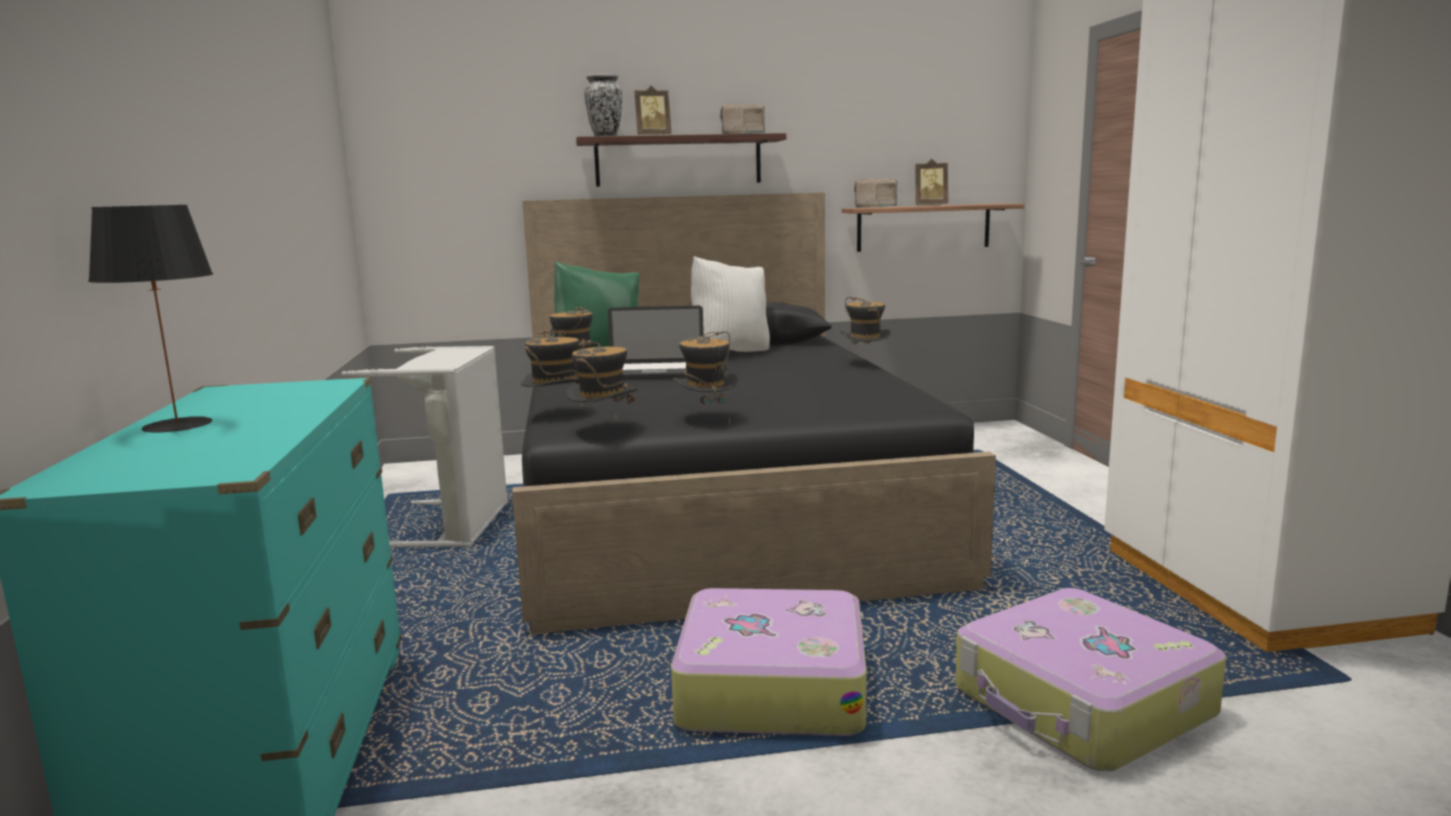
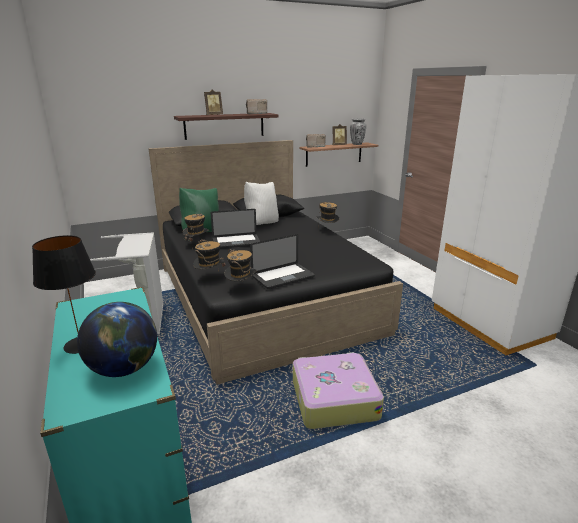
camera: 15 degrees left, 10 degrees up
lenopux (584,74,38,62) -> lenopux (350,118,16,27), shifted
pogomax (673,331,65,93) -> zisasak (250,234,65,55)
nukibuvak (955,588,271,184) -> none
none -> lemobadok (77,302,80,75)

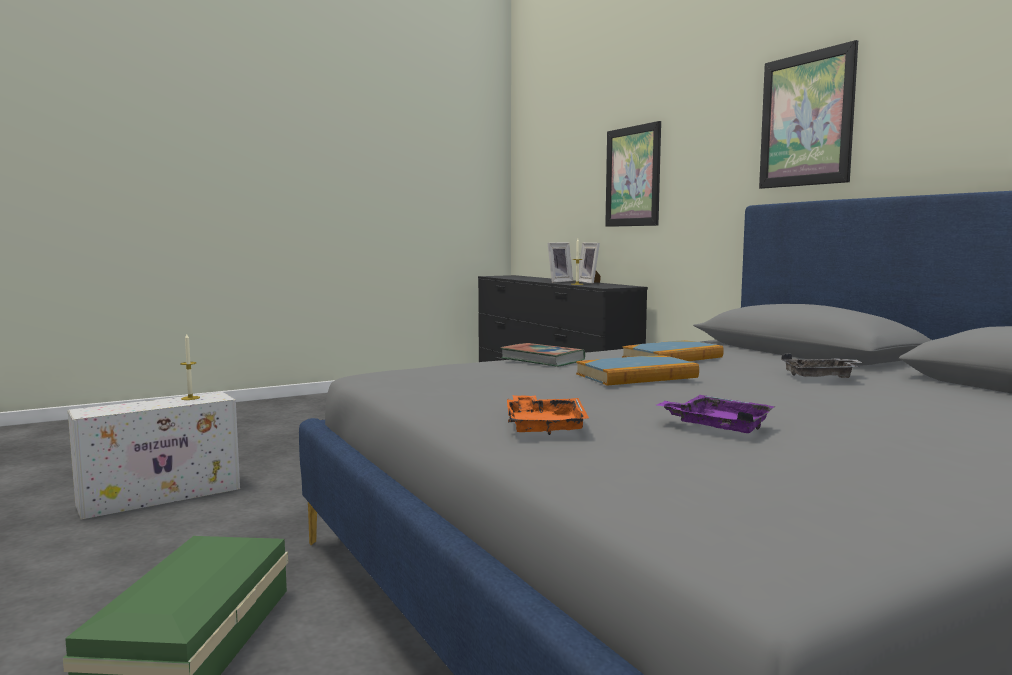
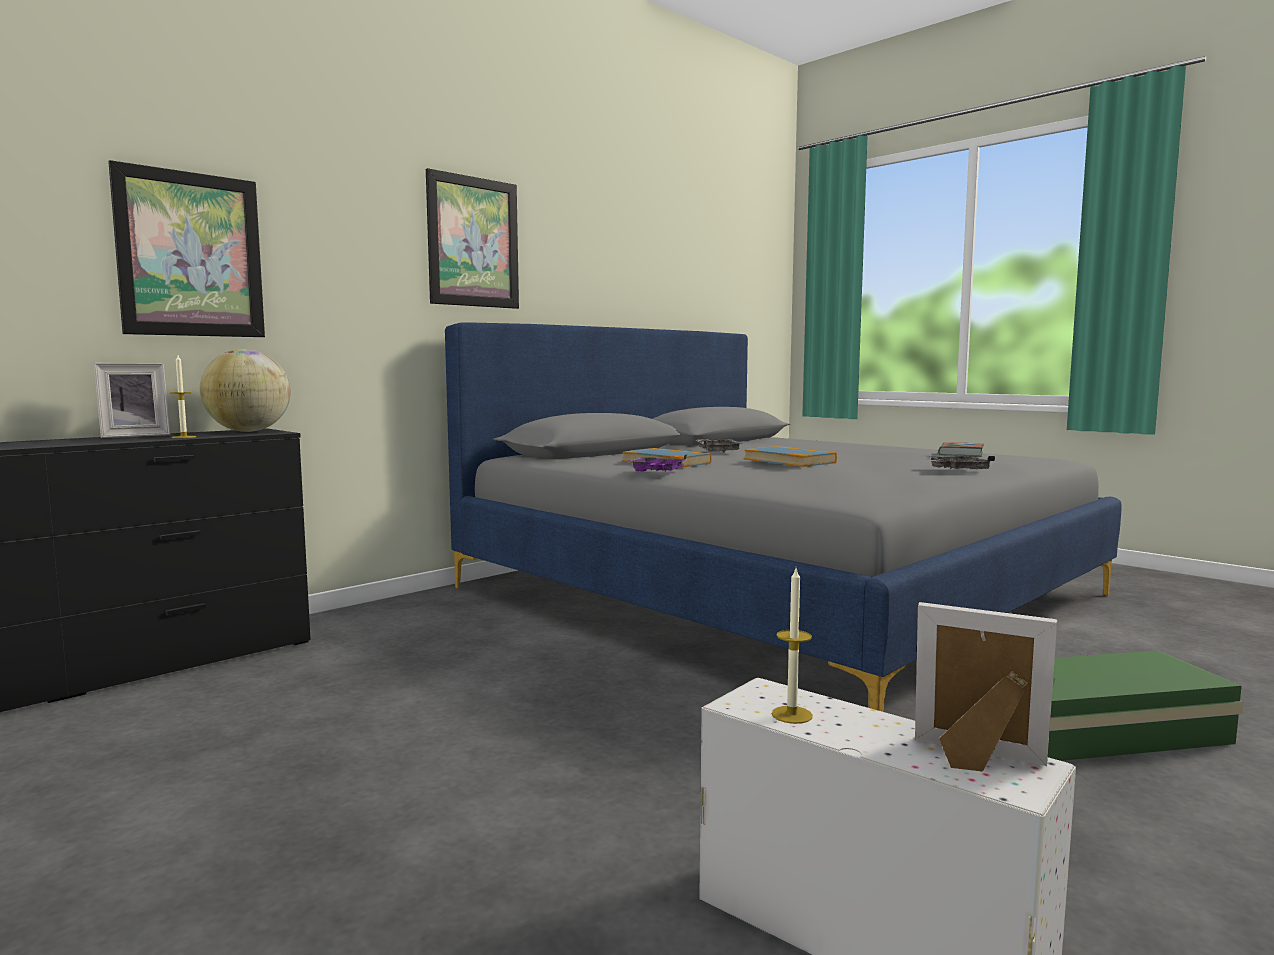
camera: 105 degrees left, 0 degrees up
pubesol (501,343,84,24) -> pubesol (938,442,46,15), shifted
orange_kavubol (507,395,82,40) -> grey_kavubol (926,455,69,14)
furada (548,243,25,40) -> furada (915,602,142,170), shifted
purple_kavubol (657,395,119,38) -> purple_kavubol (628,455,59,16), shifted
none -> lemobadok (200,349,91,83)

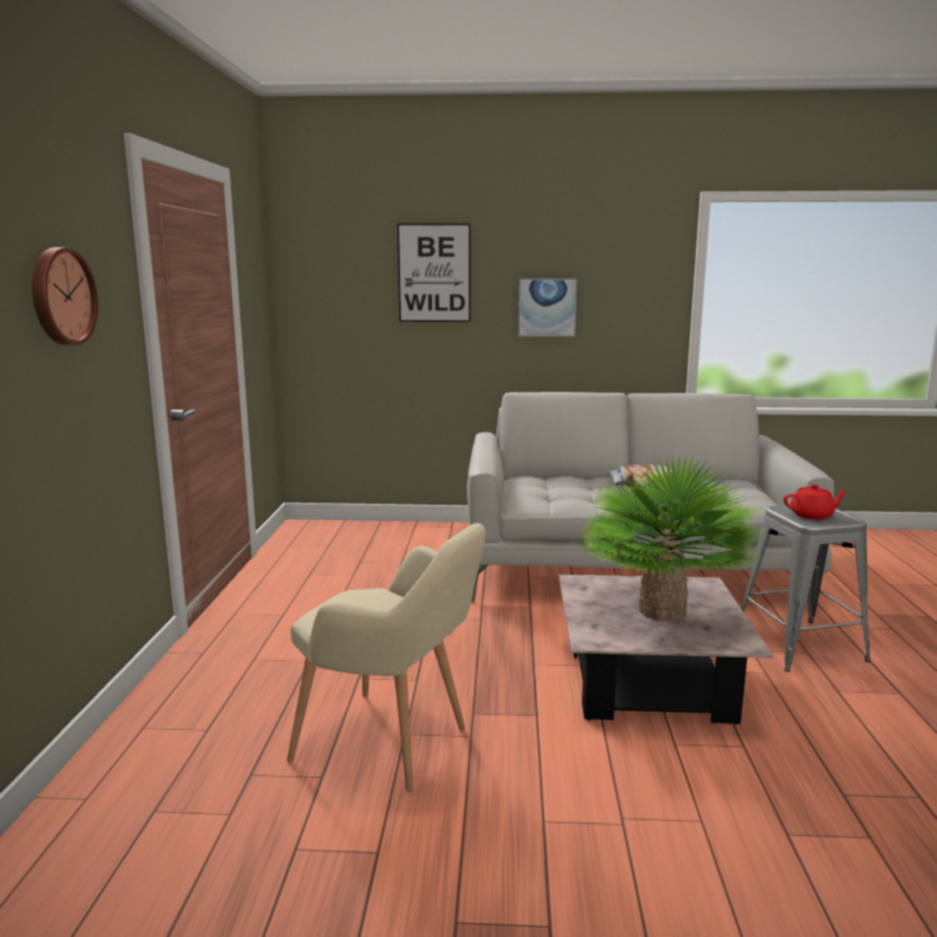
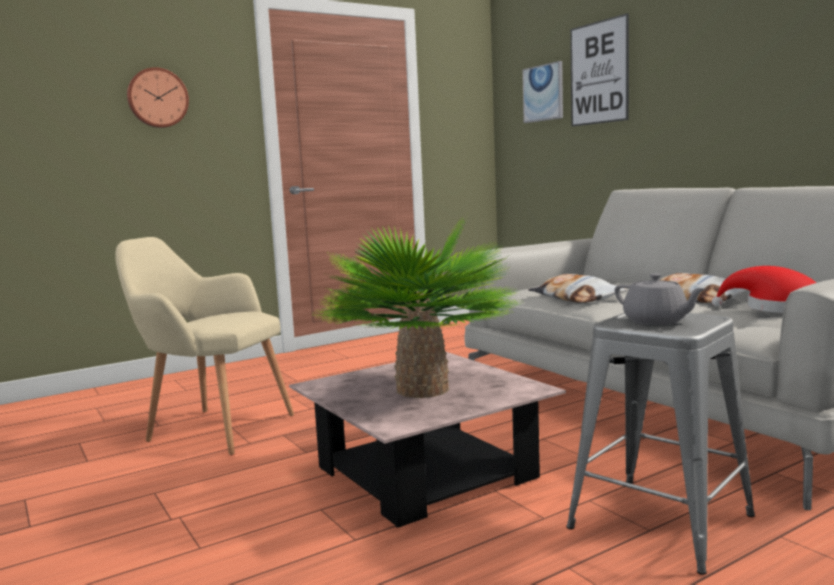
camera: 55 degrees right, 5 degrees down
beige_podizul (287,523,199,269) -> beige_podizul (115,237,179,218), 120 degrees clockwise
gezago (518,279,59,58) -> gezago (522,61,41,62), shifted
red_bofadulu (783,484,65,36) -> grey_bofadulu (614,273,92,52)
none -> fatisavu (528,274,99,28)
none -> red_pogomax (712,266,104,47)

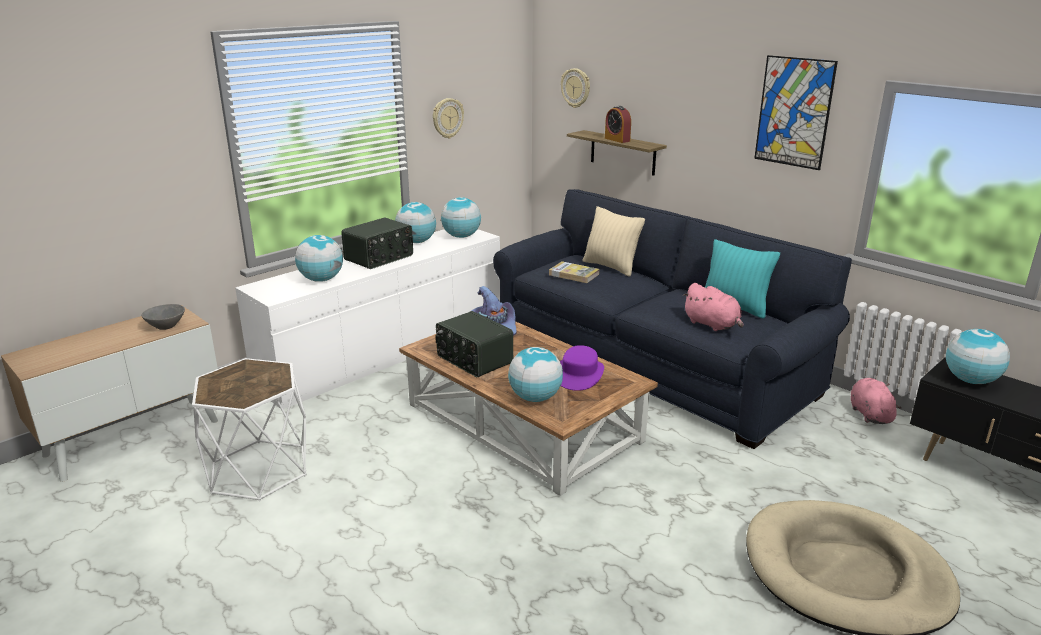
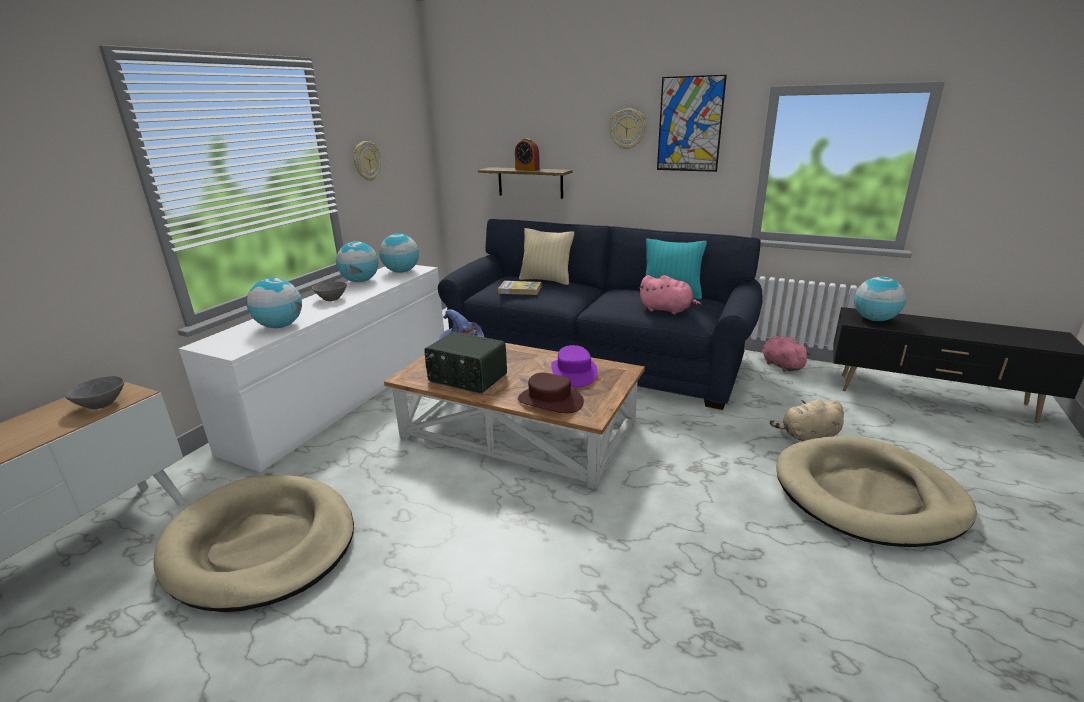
camera: 20 degrees left, 0 degrees up
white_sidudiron (192,358,114,143) -> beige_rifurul (153,475,201,137)
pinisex (341,218,72,51) -> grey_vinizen (312,281,35,20)
lemobadok (508,347,55,55) -> brown_pogomax (518,373,66,40)
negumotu (561,68,29,40) -> negumotu (609,109,37,41), shifted
none -> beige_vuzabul (770,399,74,42)

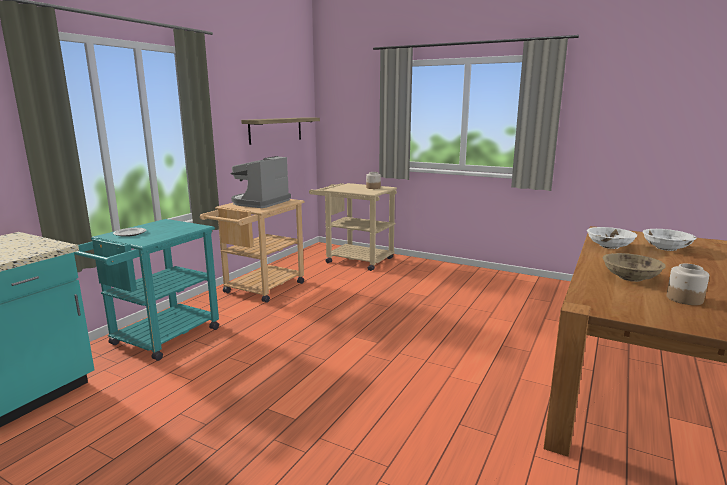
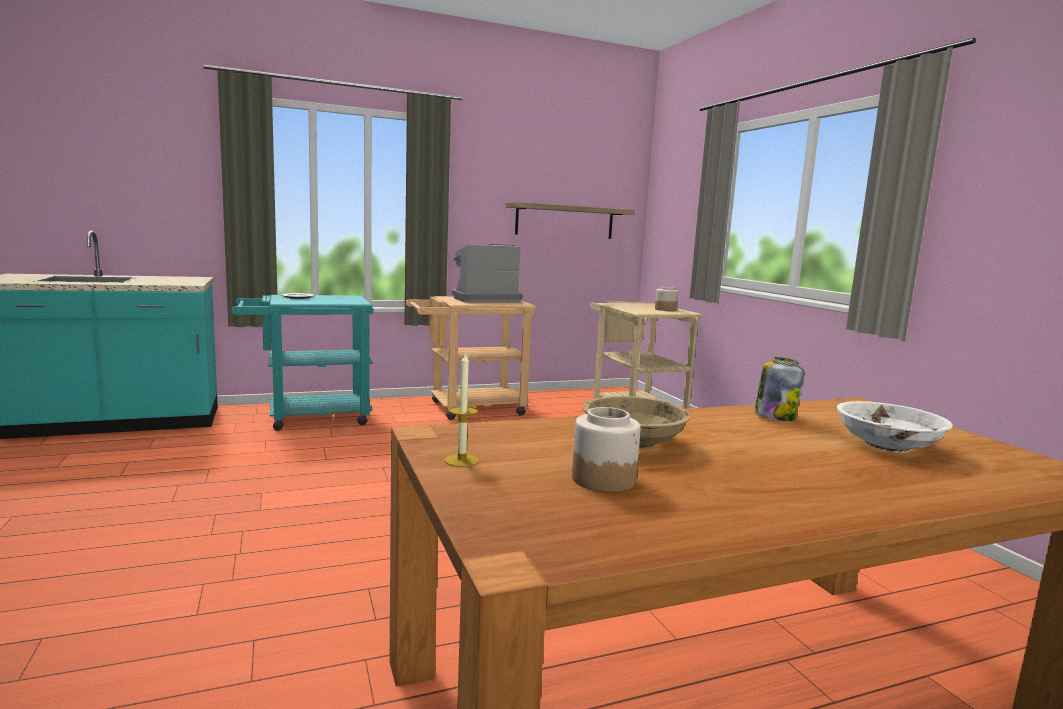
camera: 40 degrees right, 5 degrees down
white_vinizen (587,227,50,22) -> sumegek (754,357,51,64)
none -> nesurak (445,353,34,114)

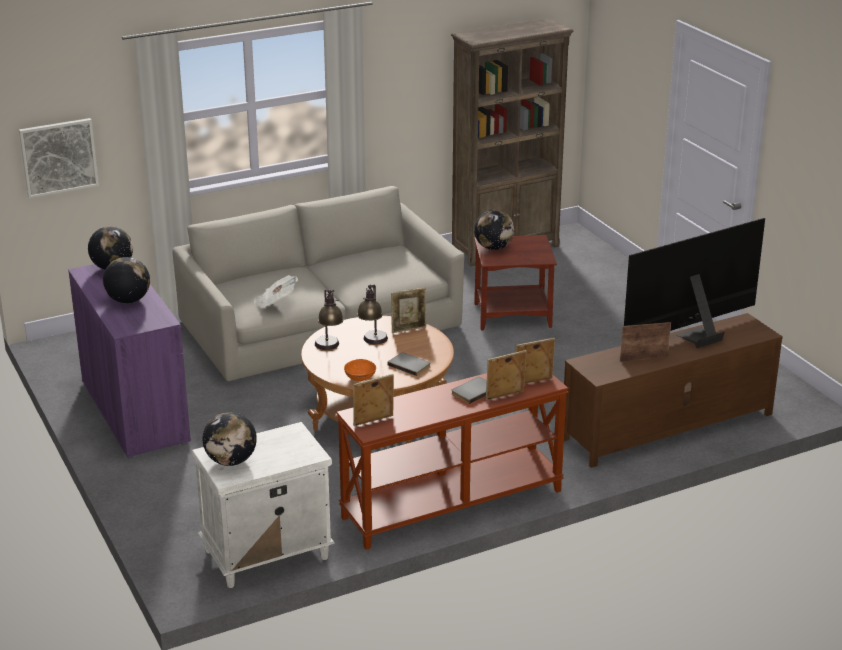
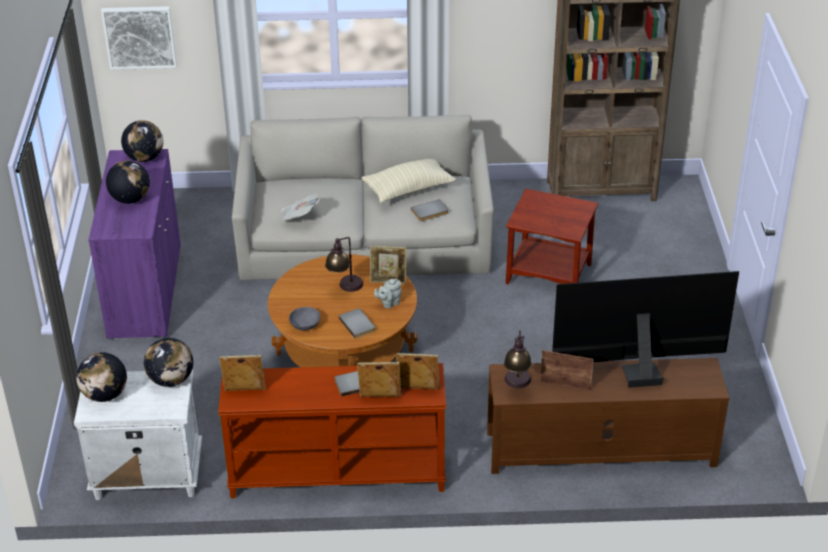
camera: 25 degrees right, 10 degrees up
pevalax (315,290,29,60) -> pevalax (504,330,28,58), shifted
orange_vinizen (344,359,32,22) -> grey_vinizen (289,307,31,24)
lemobadok (474,210,40,40) -> lemobadok (144,338,49,49), shifted
none -> beige_fatisavu (361,159,95,44)
none -> grey_bofadulu (374,278,28,30)
none -> grey_pubesol (411,199,38,22)

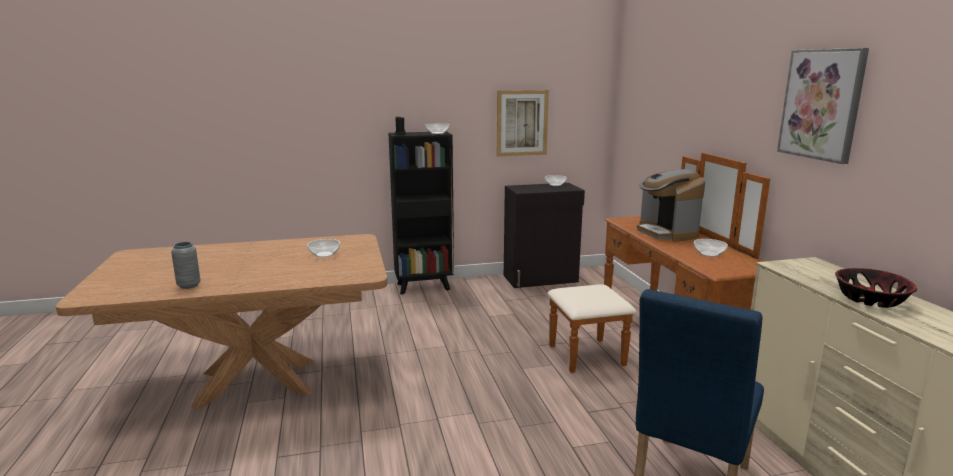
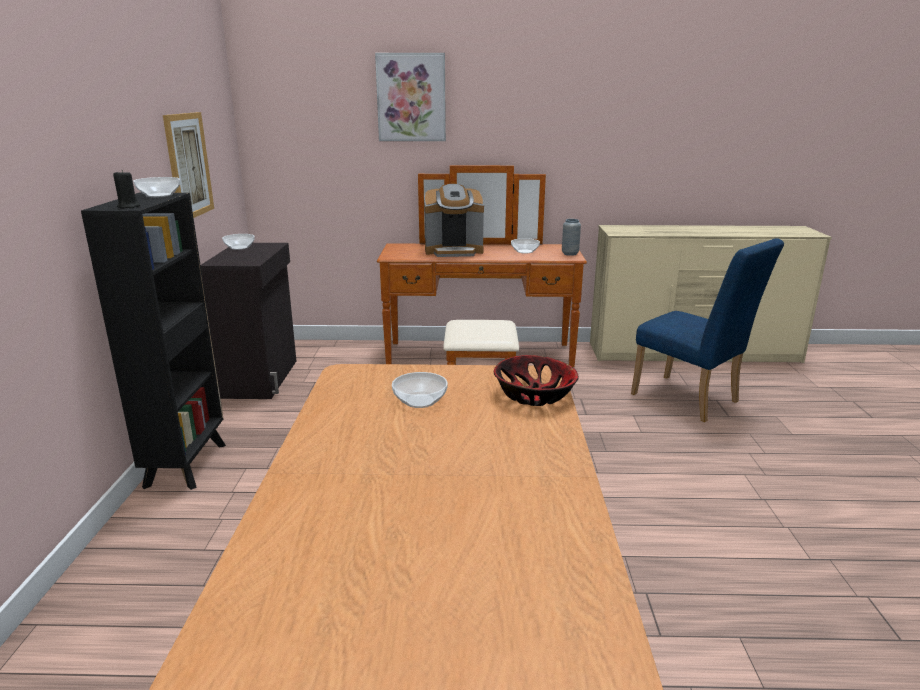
camera: 75 degrees left, 5 degrees up
grey_lenopux (171,242,30,47) -> grey_lenopux (562,219,19,37), shifted
gezago (777,48,92,116) -> gezago (375,53,71,88), shifted
vinizen (835,268,82,40) -> vinizen (494,355,85,51), shifted

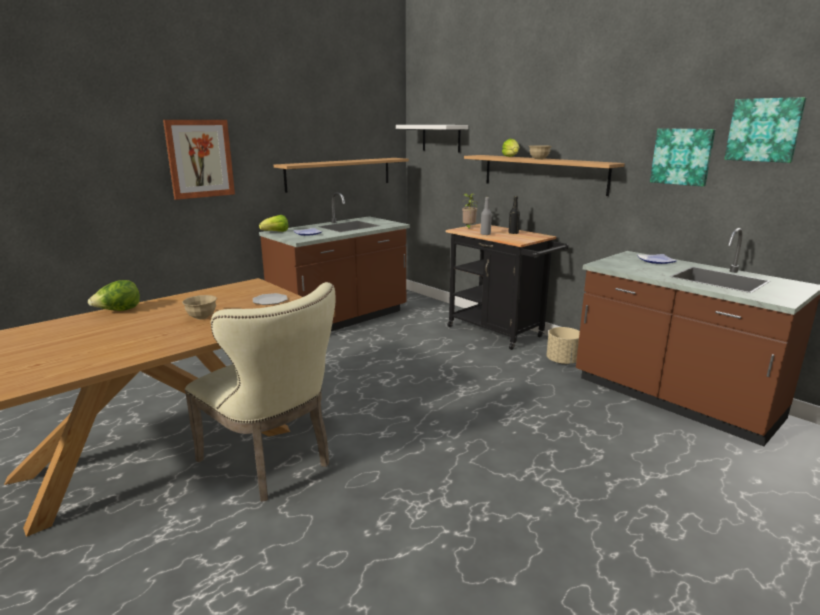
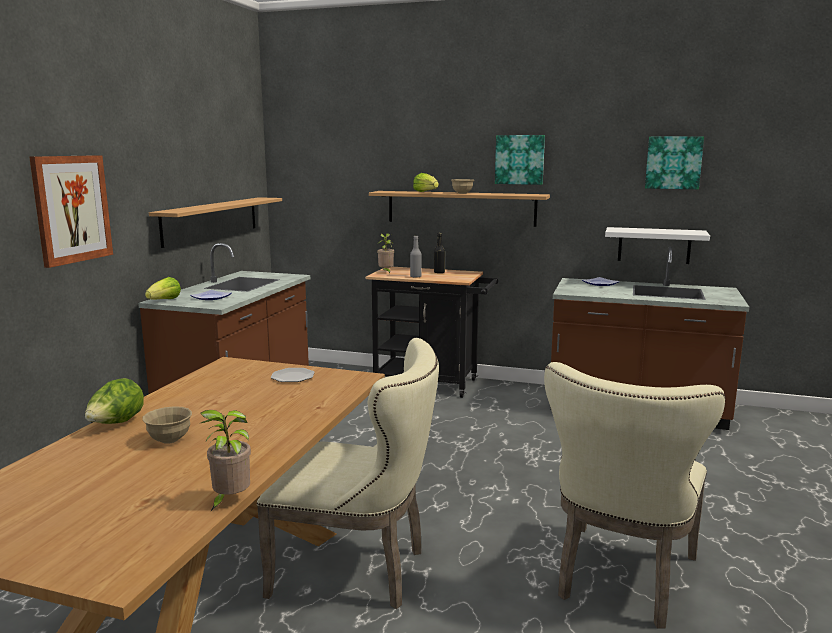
camera: 30 degrees left, 5 degrees down
beige_vinizen (182,295,35,24) -> beige_vinizen (142,406,50,38), shifted
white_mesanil (396,125,72,28) -> white_mesanil (605,227,105,37), shifted
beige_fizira (547,327,33,38) -> none
gezago (650,128,65,59) -> gezago (495,135,50,50), shifted
none -> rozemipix (200,410,51,101)
none -> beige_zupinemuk (544,362,182,267)

